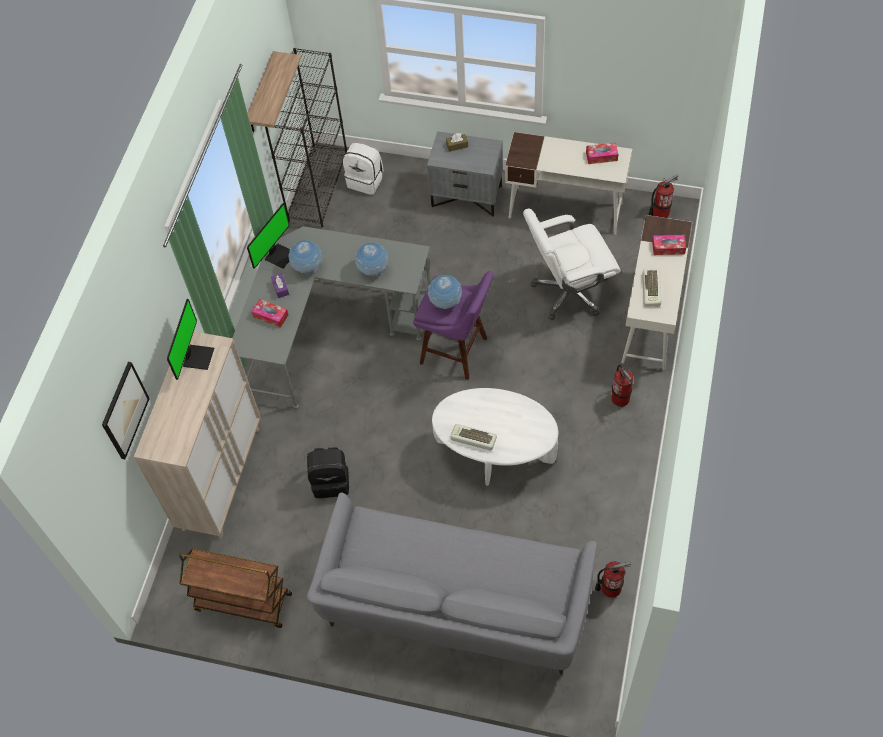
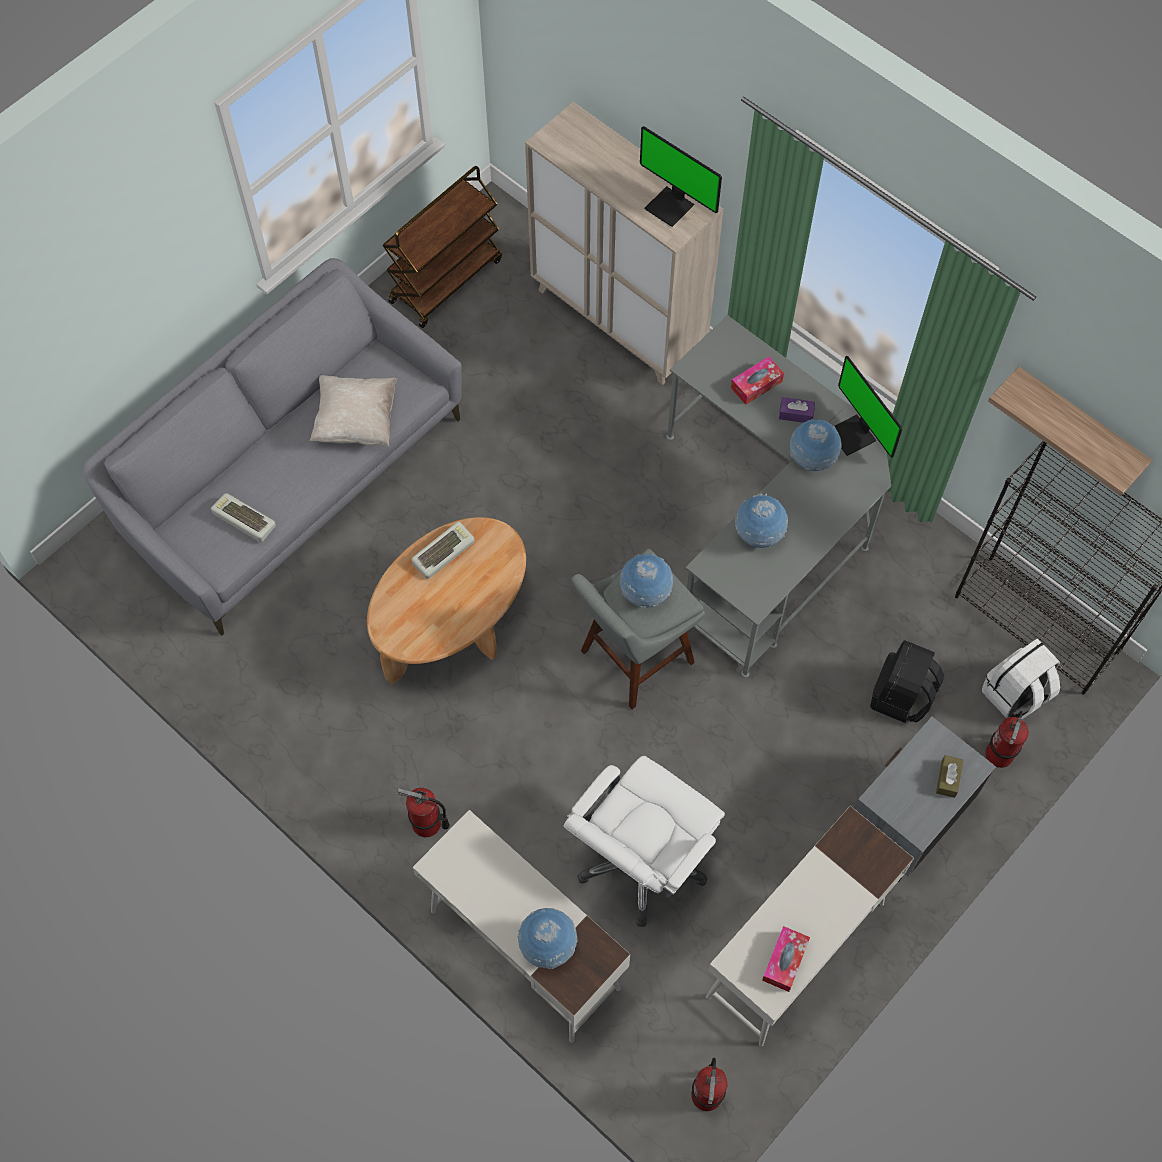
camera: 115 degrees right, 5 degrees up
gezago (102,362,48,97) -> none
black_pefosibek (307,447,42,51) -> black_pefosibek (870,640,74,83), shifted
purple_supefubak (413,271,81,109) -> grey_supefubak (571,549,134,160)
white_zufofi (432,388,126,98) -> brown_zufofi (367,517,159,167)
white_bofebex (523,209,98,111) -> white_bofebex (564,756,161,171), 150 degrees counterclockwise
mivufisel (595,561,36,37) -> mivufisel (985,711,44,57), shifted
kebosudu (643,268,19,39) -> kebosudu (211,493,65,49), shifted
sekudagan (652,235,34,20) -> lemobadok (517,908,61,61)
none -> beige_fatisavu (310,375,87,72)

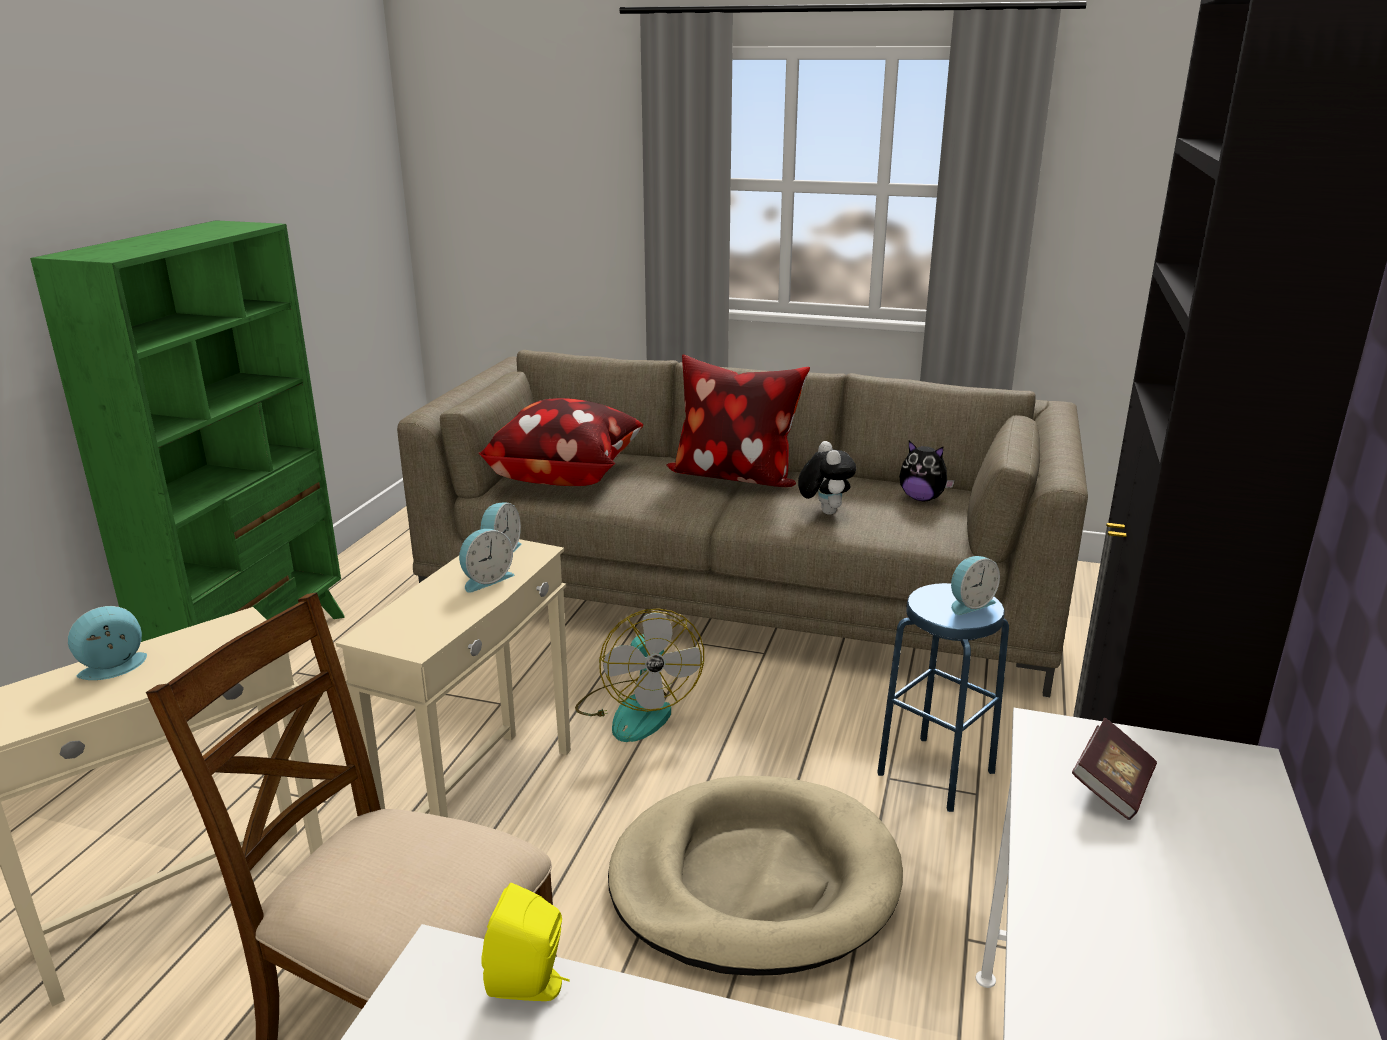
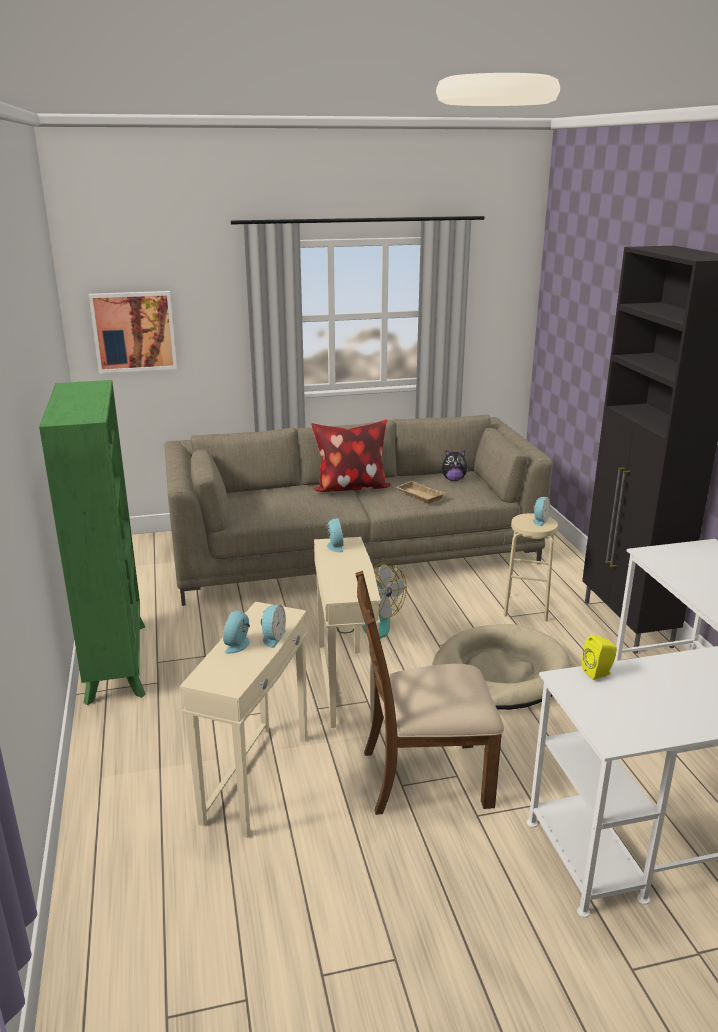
camera: 30 degrees left, 0 degrees up
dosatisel (459,529,55,64) -> dosatisel (261,605,25,43), shifted
fatisavu (478,398,165,88) -> none
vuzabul (798,441,58,74) -> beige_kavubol (396,481,50,23)
blue_supefubak (877,583,132,229) -> beige_supefubak (503,513,55,109)
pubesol (1072,718,85,102) -> none
none -> gezago (89,291,88,82)

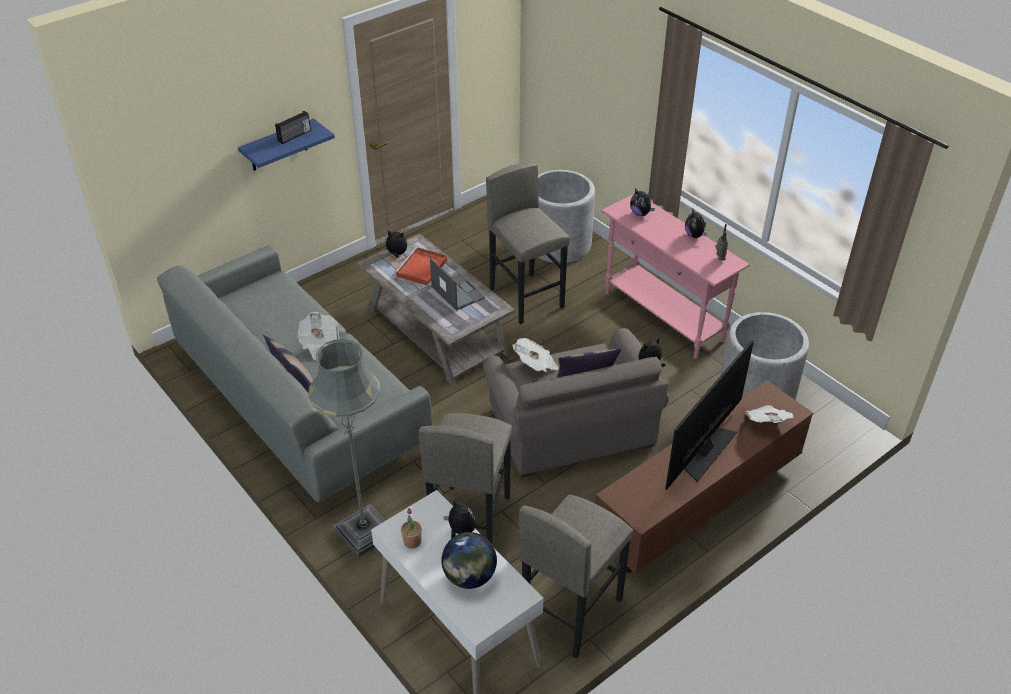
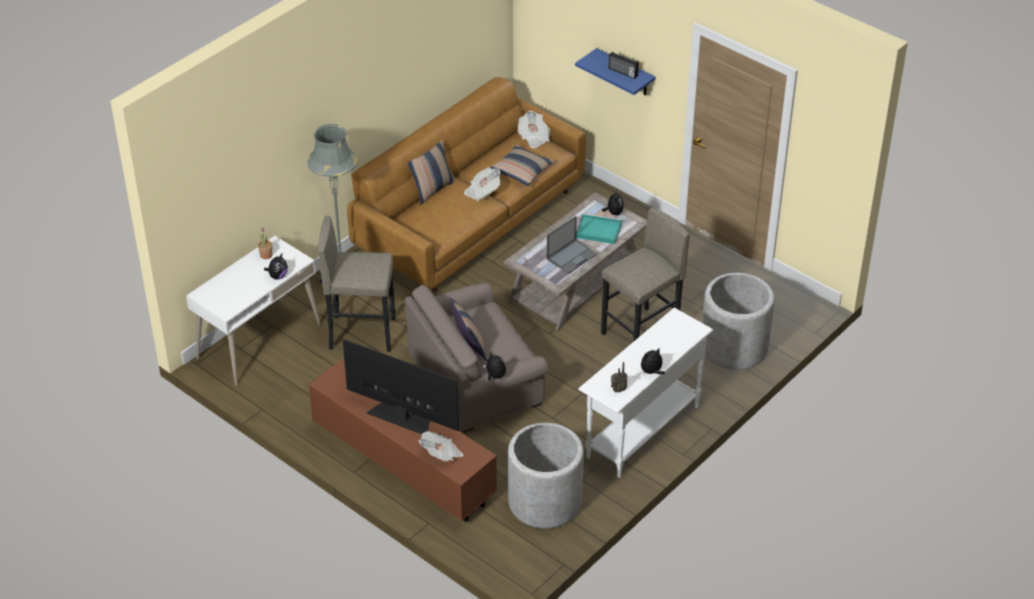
camera: 80 degrees right, 0 degrees up
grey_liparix (157,245,276,257) -> brown_liparix (347,77,239,215)
red_kavubol (395,247,52,39) -> turquoise_kavubol (576,213,46,31)
lemobadok (441,532,56,57) -> none
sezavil (512,338,47,34) -> sezavil (518,111,32,38), shifted
grey_supefubak (519,495,114,163) -> none
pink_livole (601,194,149,165) -> white_livole (578,308,135,170)
vuzabul (630,188,25,28) -> none
none -> fatisavu (490,144,65,42)

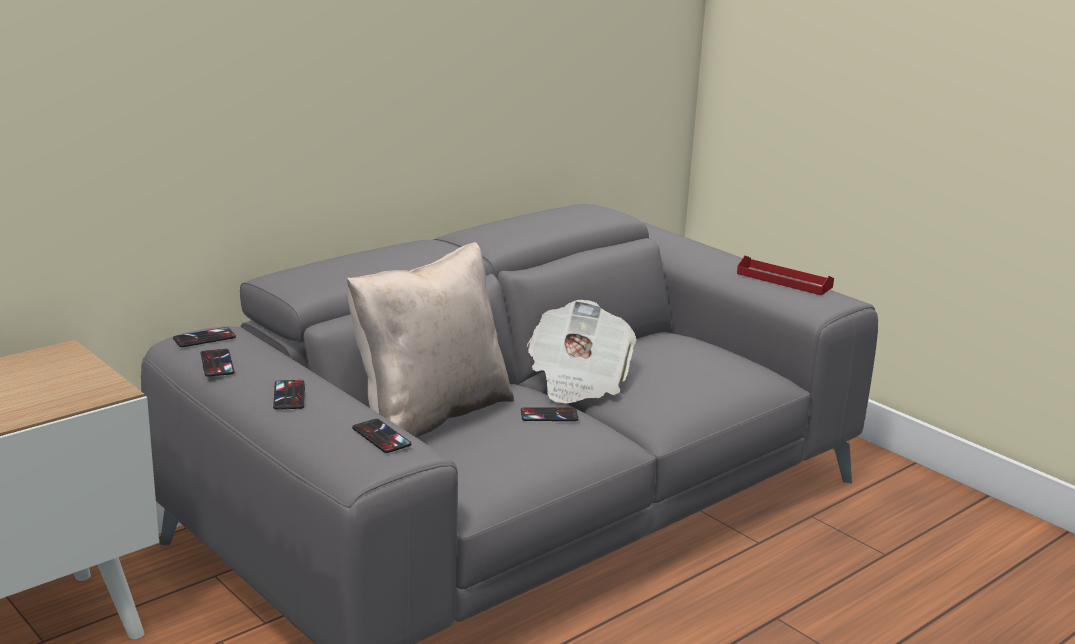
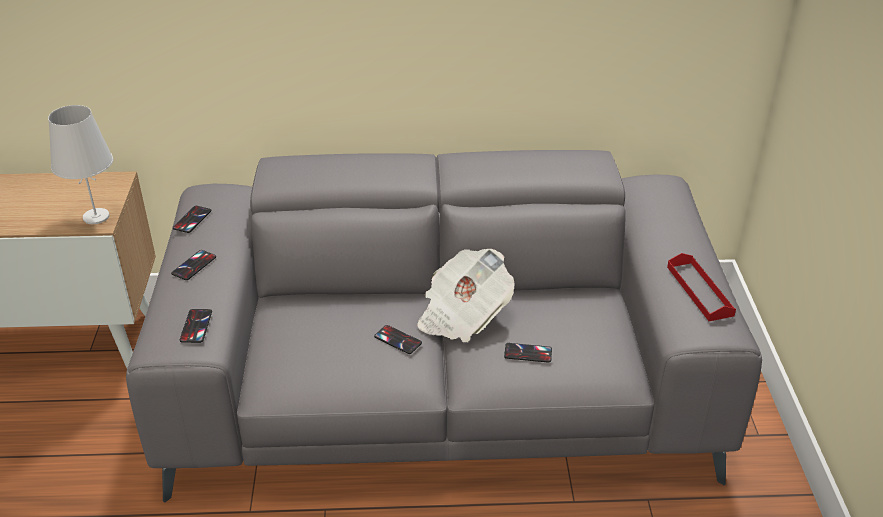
camera: 40 degrees right, 15 degrees up
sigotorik (173,327,63,20) -> sigotorik (504,343,48,20), shifted
beige_fatisavu (347,242,167,195) -> none
none -> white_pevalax (48,105,65,119)

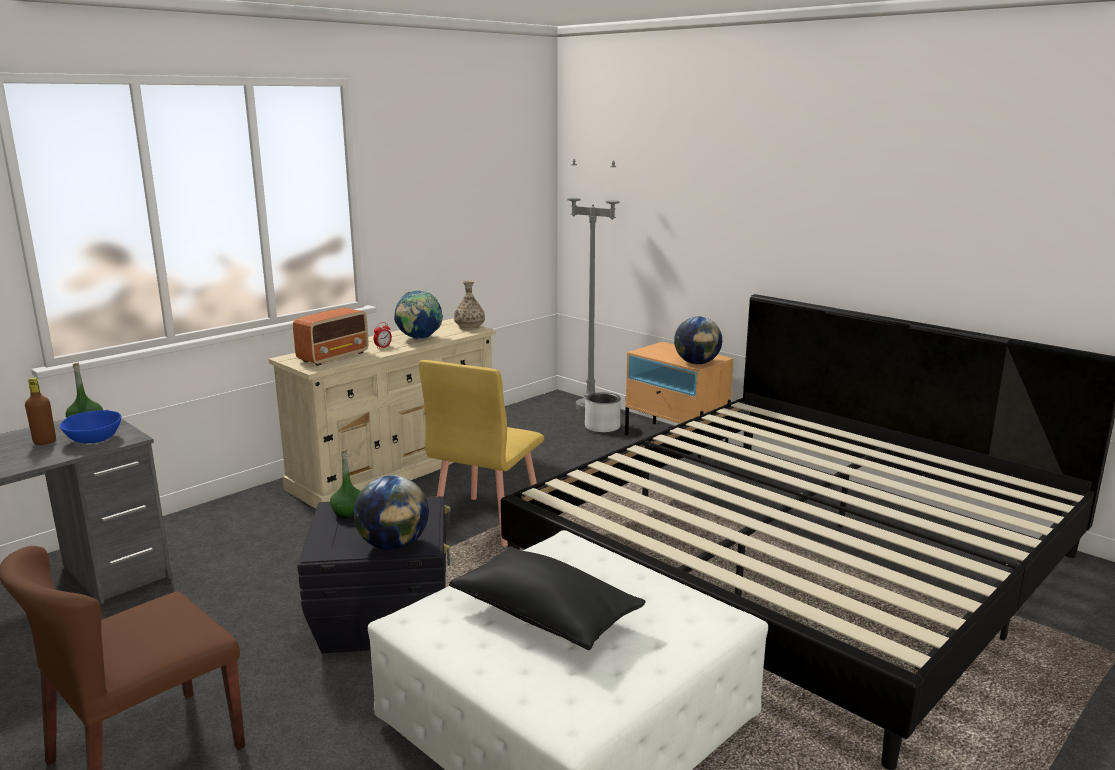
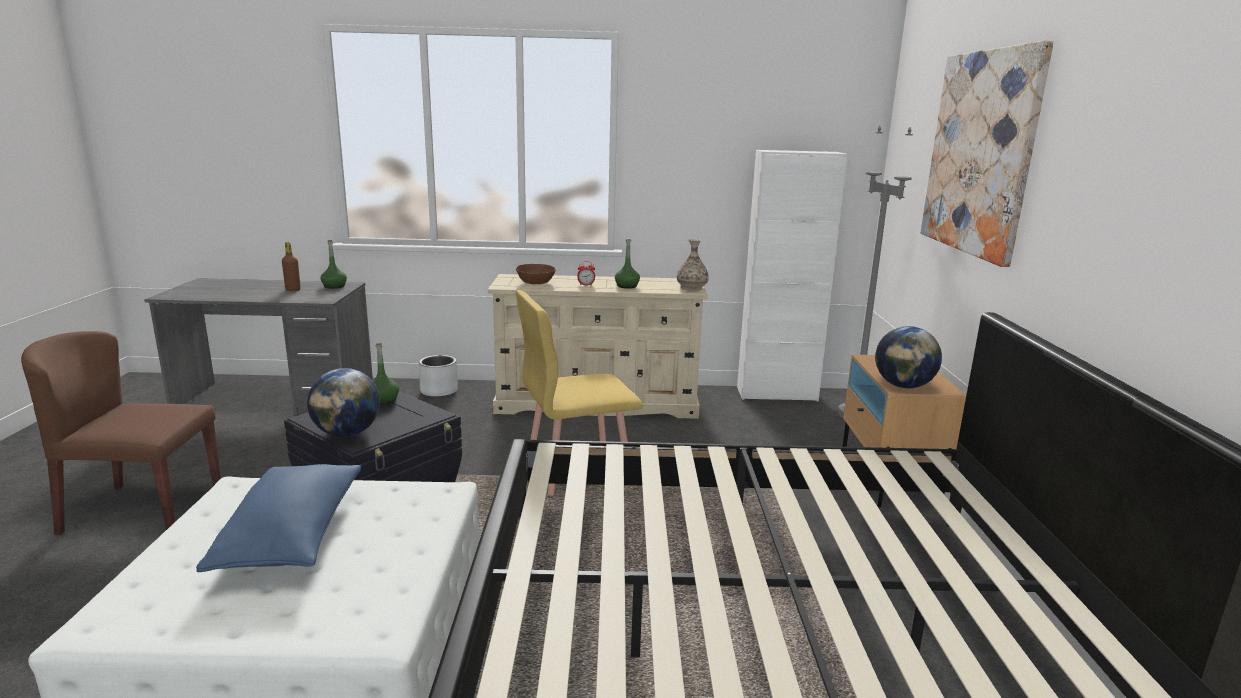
camera: 45 degrees right, 0 degrees up
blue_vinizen (60,410,61,33) -> none
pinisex (293,308,76,58) -> brown_vinizen (516,264,40,20)
lemobadok (394,290,50,50) -> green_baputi (615,238,25,51)
black_fatisavu (449,546,197,104) -> blue_fatisavu (196,464,166,108)
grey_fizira (585,392,36,41) -> grey_fizira (419,355,39,42), shifted
none -> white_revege (737,150,111,251)
none -> gezago (921,41,133,226)

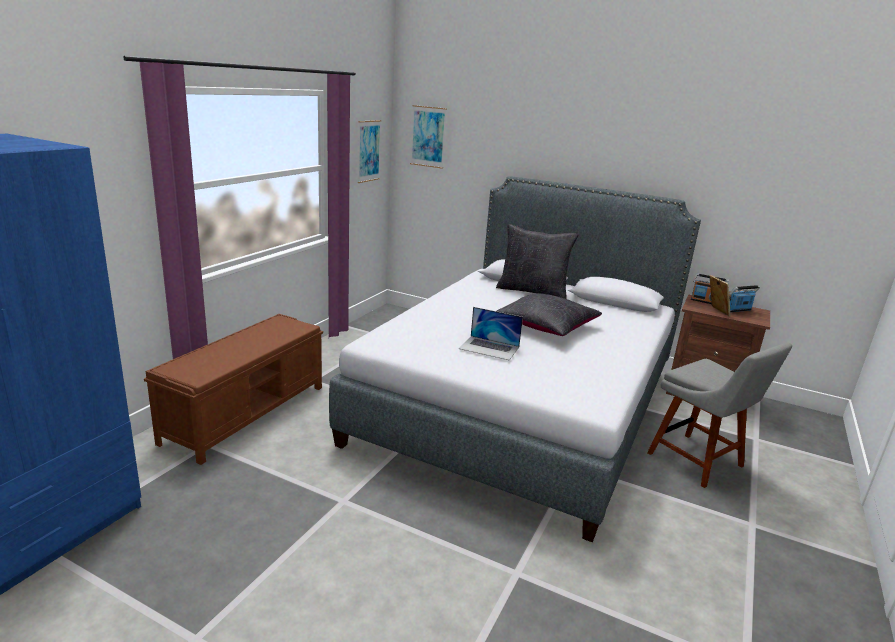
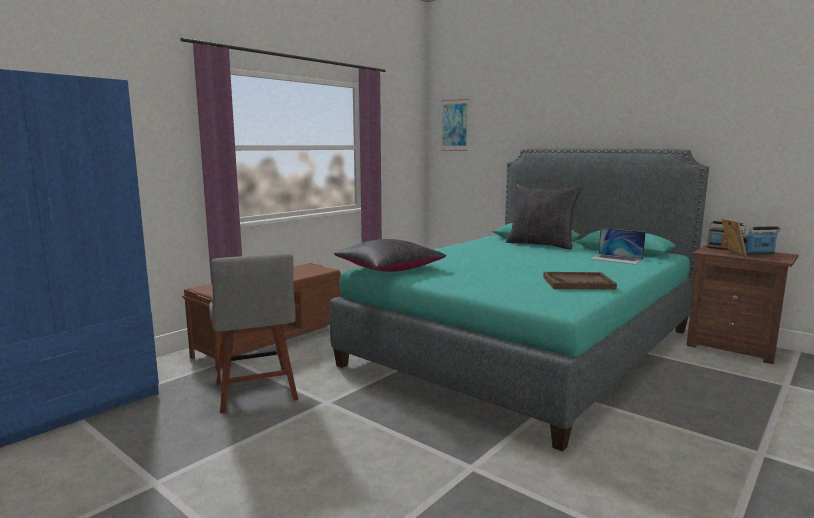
camera: 15 degrees right, 10 degrees down
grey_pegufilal (329,176,372,366) -> turquoise_pegufilal (330,149,379,303)
gezago (358,120,24,63) -> none
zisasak (459,307,64,53) -> zisasak (590,228,56,37), shifted
black_fatisavu (497,293,105,43) -> black_fatisavu (334,239,112,33), shifted
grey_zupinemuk (647,343,145,145) -> grey_zupinemuk (209,253,89,160), shifted
none -> brown_kavubol (543,272,74,18)

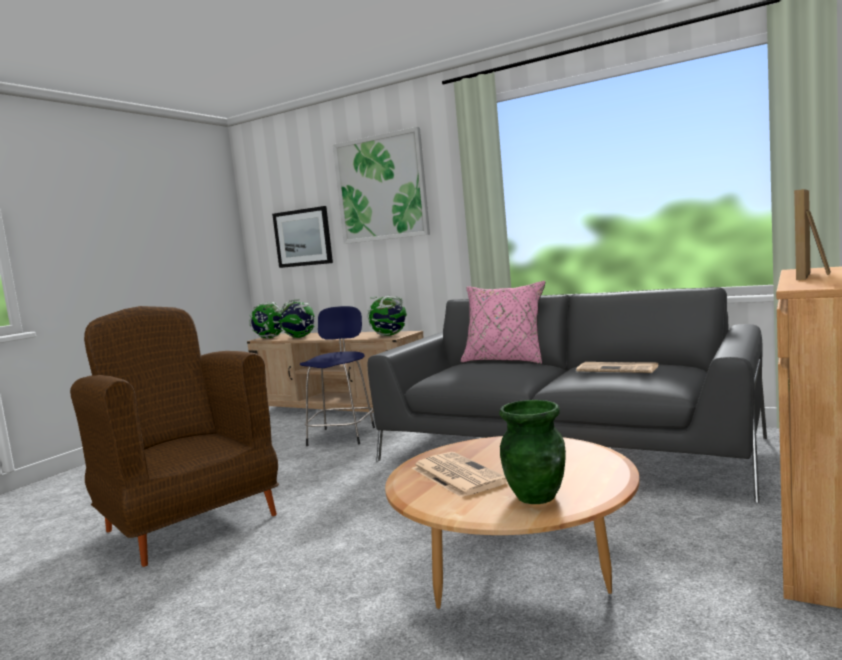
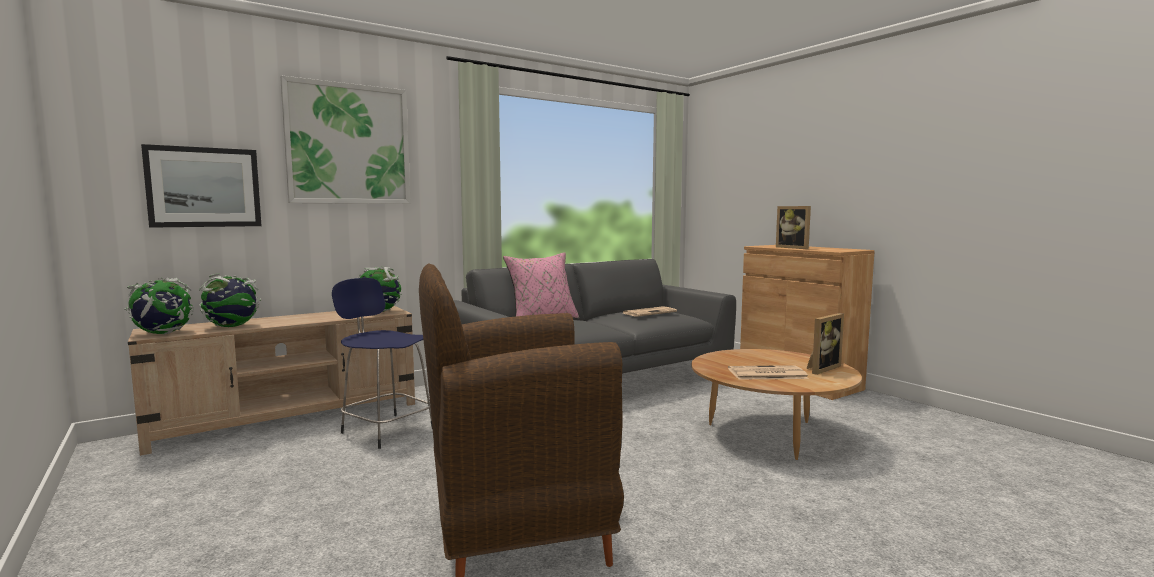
camera: 65 degrees left, 0 degrees up
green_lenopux (499,400,67,104) -> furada (807,313,37,62)

